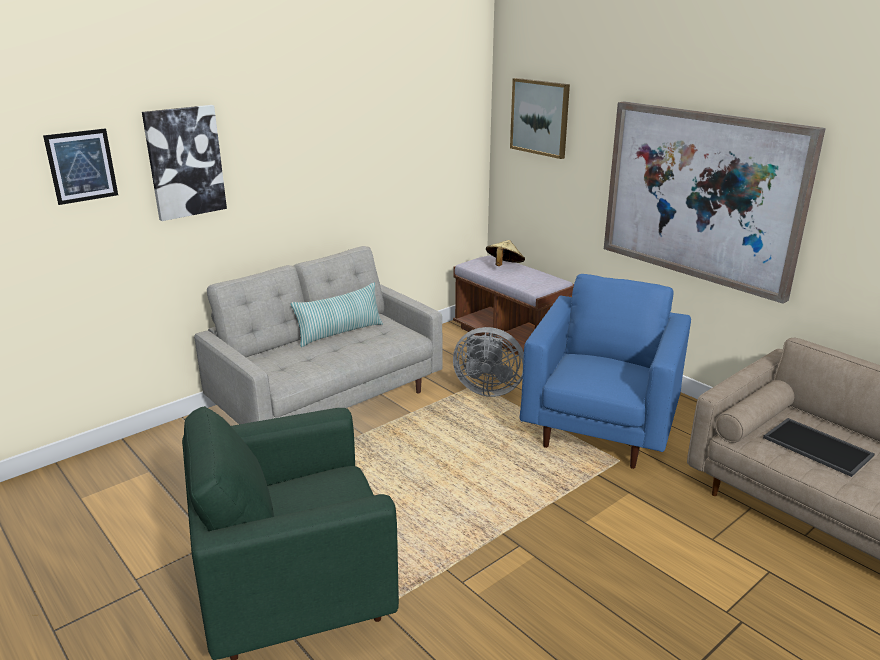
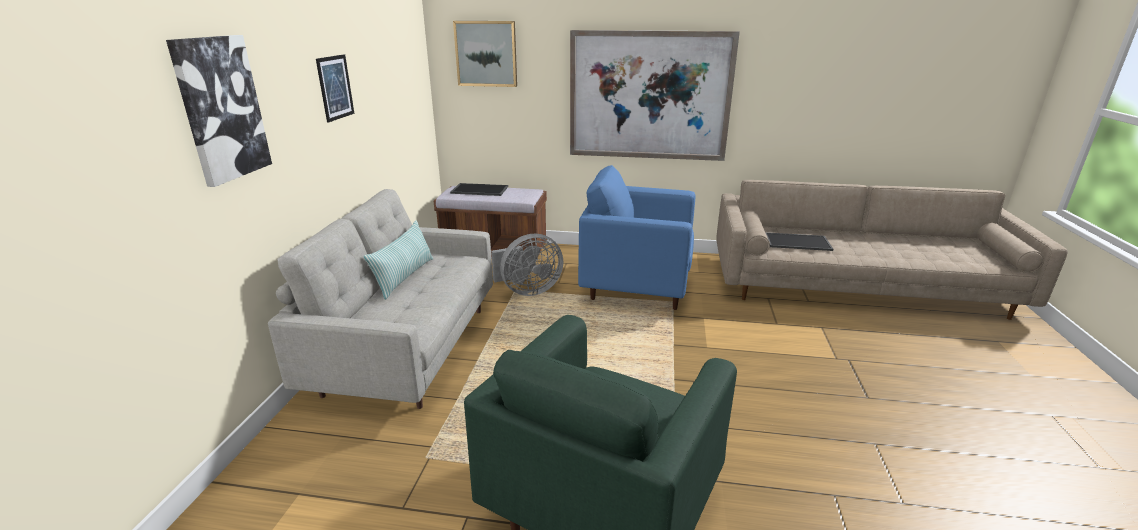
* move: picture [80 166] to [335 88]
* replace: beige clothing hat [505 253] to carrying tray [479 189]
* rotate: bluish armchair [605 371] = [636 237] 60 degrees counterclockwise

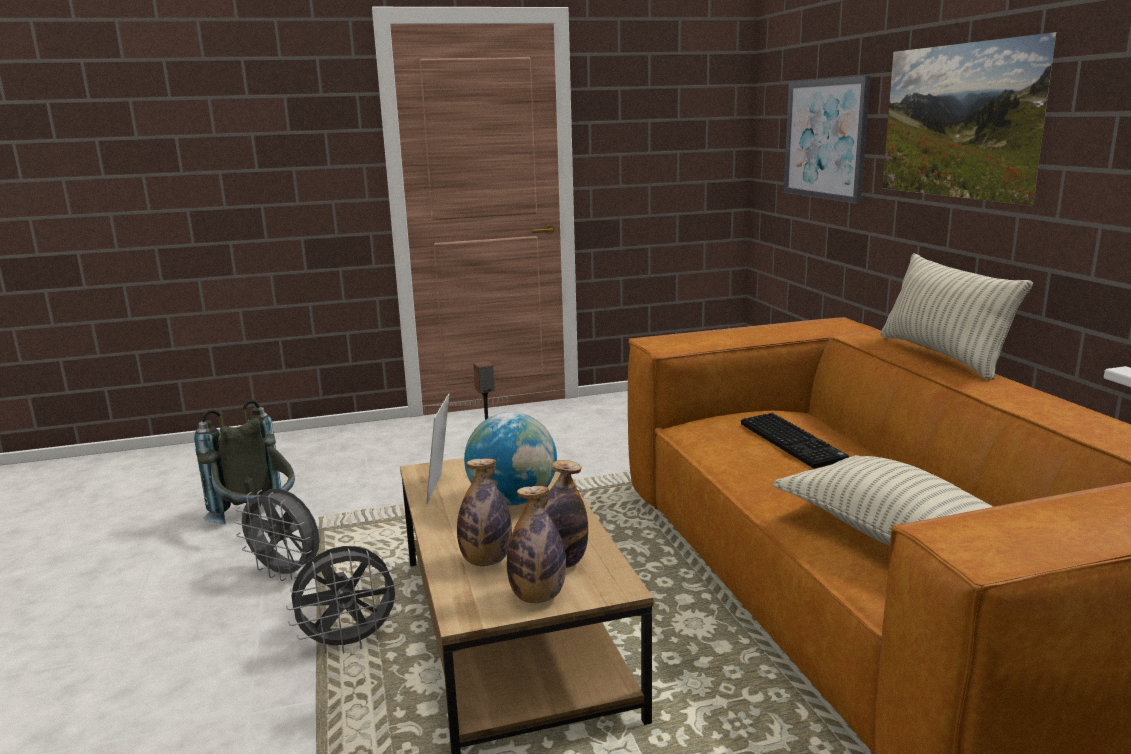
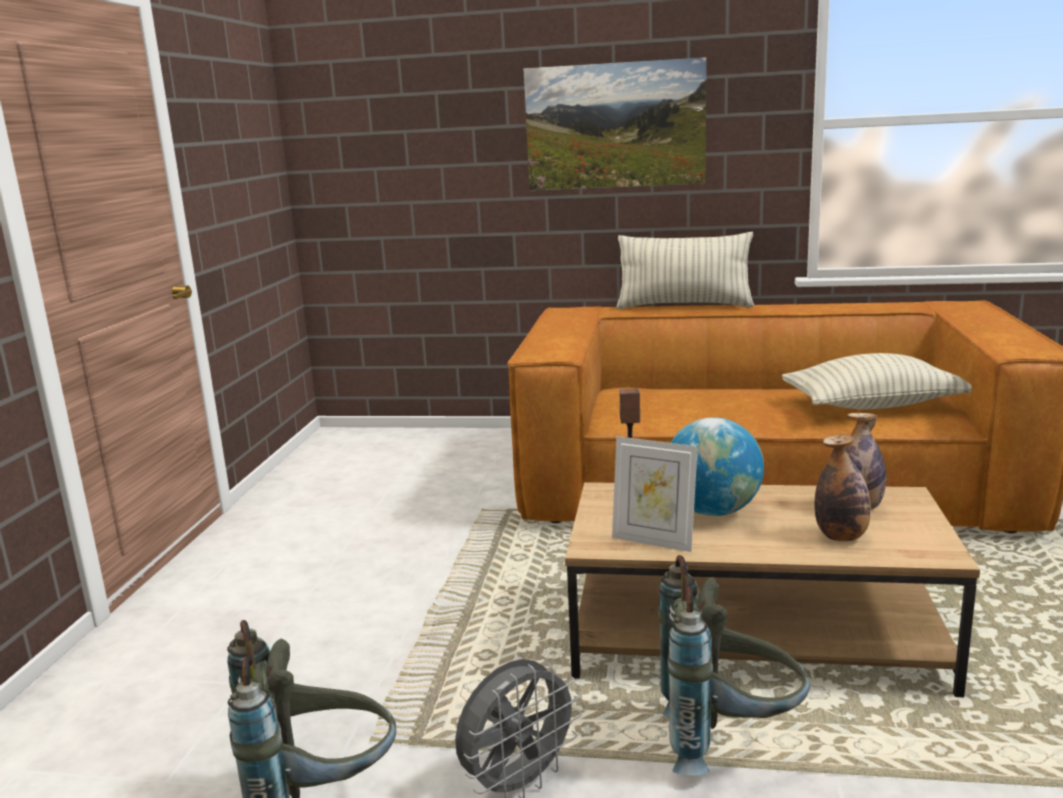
* replace: greyish electric fan [344 600] to greyish knapsack [734 665]
* delete: drink bottle [536 544]
* delete: PC keyboard [795 441]
* delete: picture [827 140]

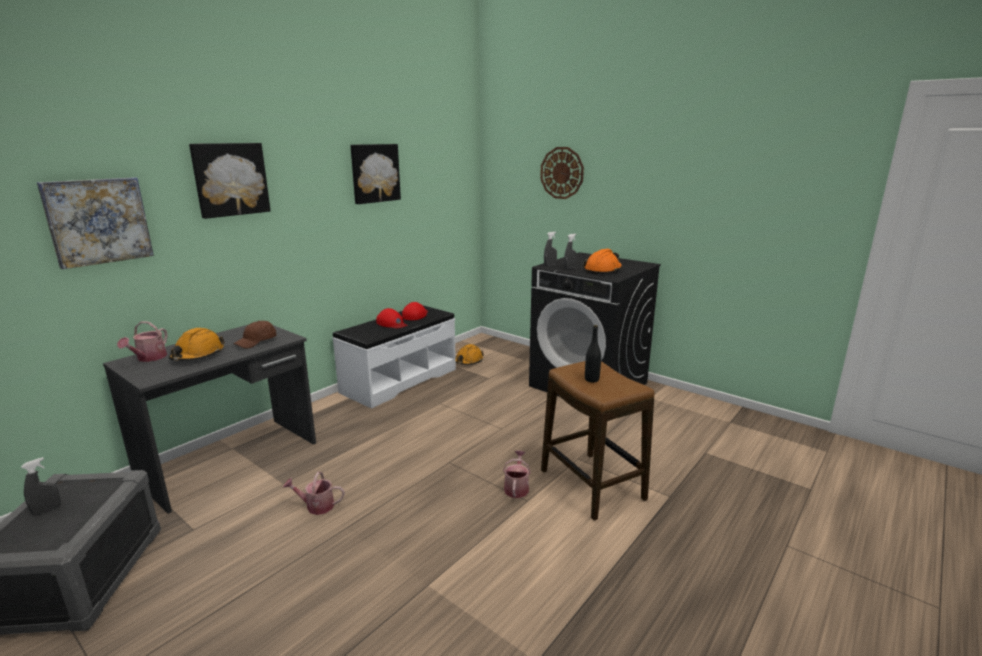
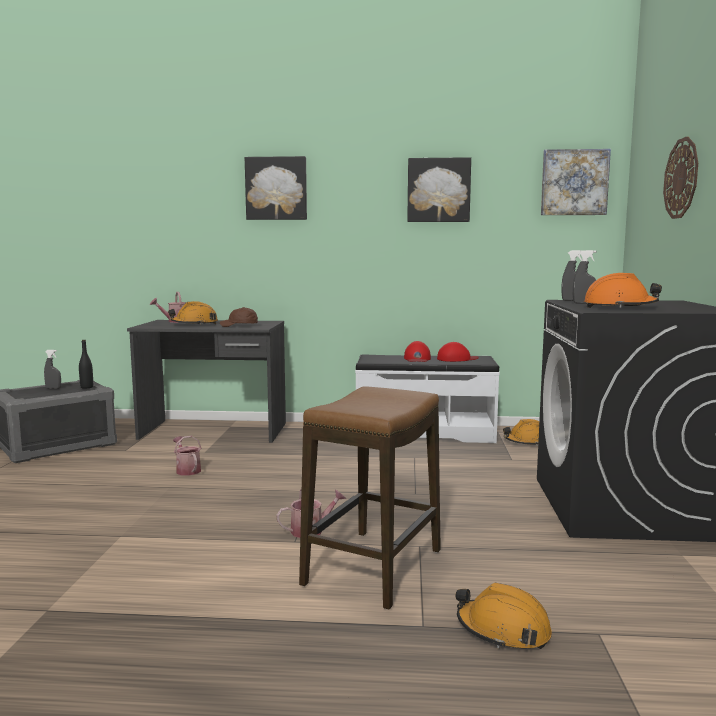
* move: black-coloured drink bottle [593 353] to [86 364]
* insert: orangey hard hat [504 616]
* move: picture [95 223] to [576 182]

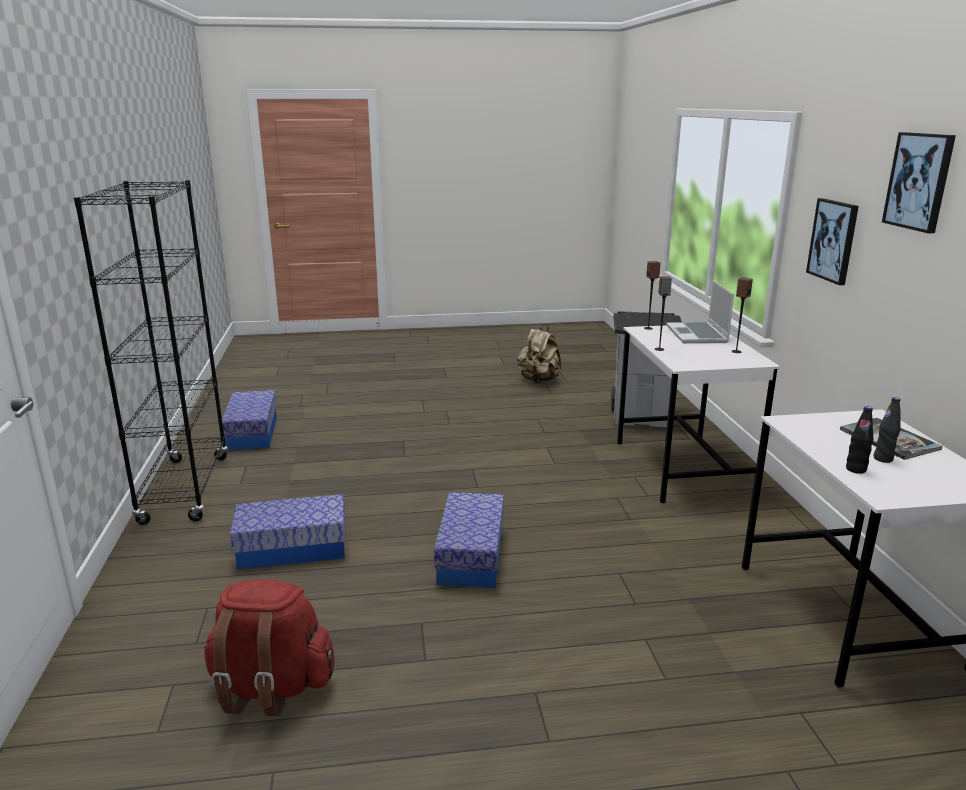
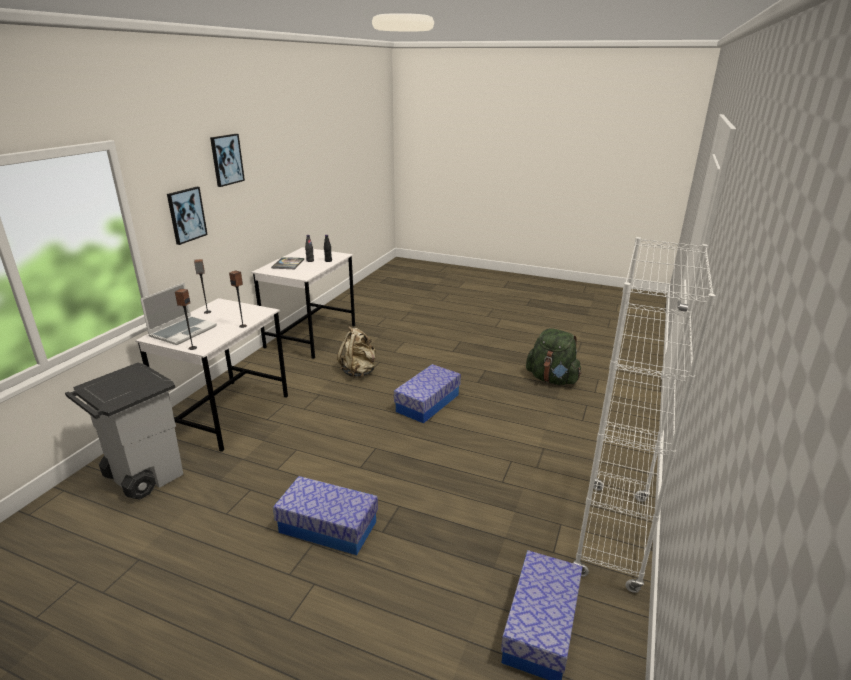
* move: storage box [287 532] to [325 515]
* move: beige knapsack [539 353] to [356 352]
* recolor: red knapsack [269 647] to greenish knapsack [553 356]
* recolor: black-coloured shelving unit [151 352] to white shelving unit [644 415]

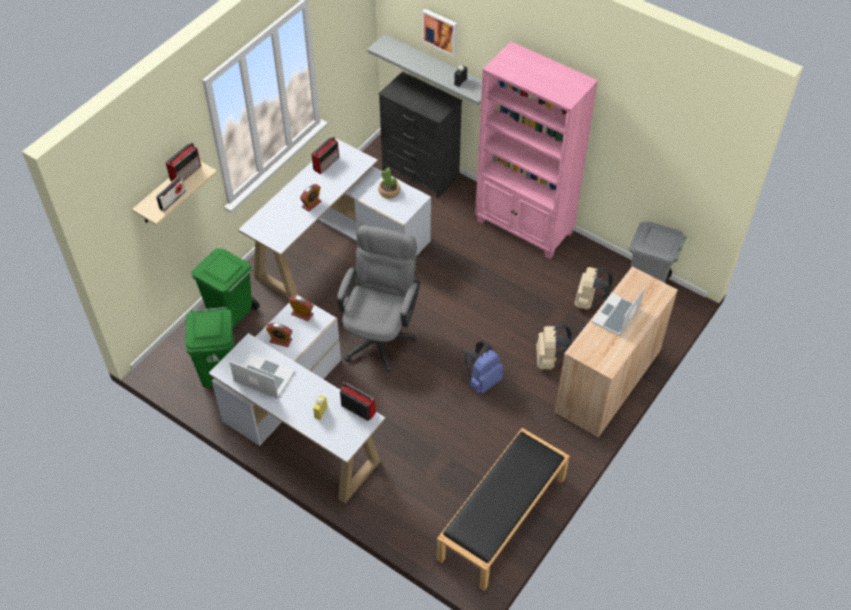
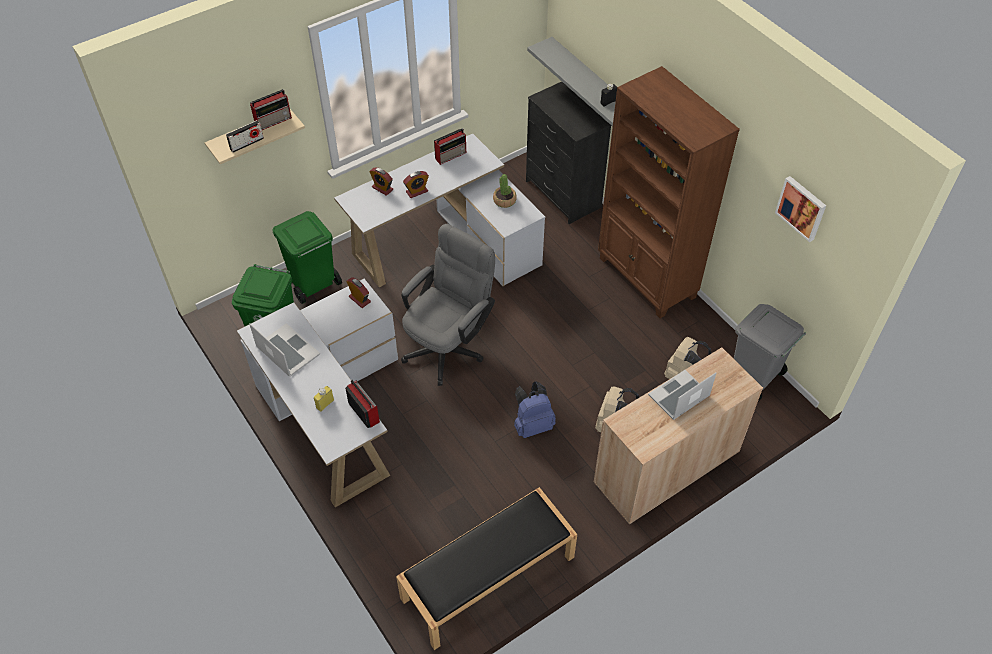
* move: alarm clock [279 335] to [381 181]
* recolor: pink-coloured shelving unit [536 150] to brownish shelving unit [669 192]
* move: picture [439 32] to [800 209]

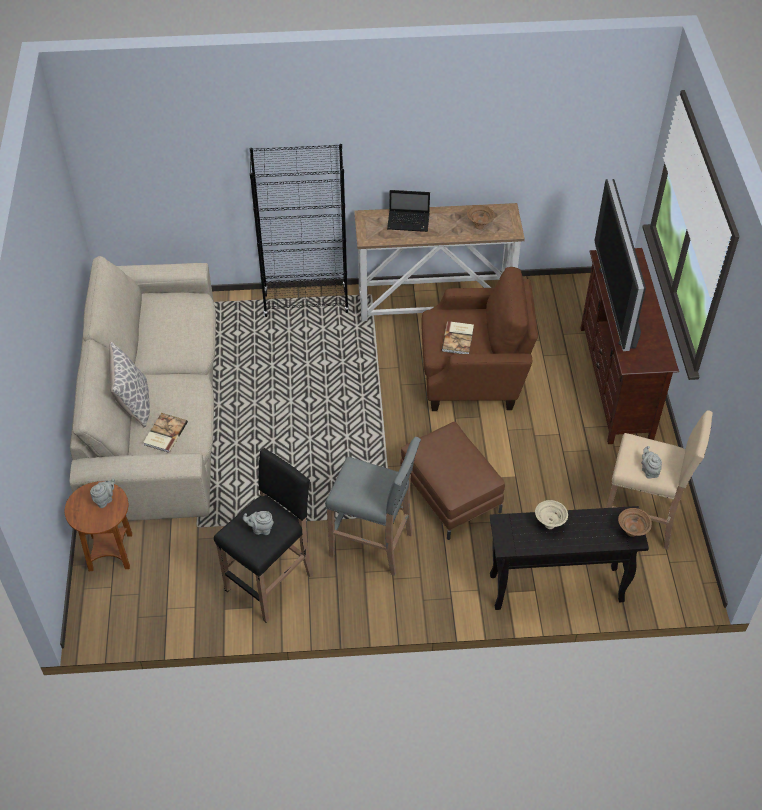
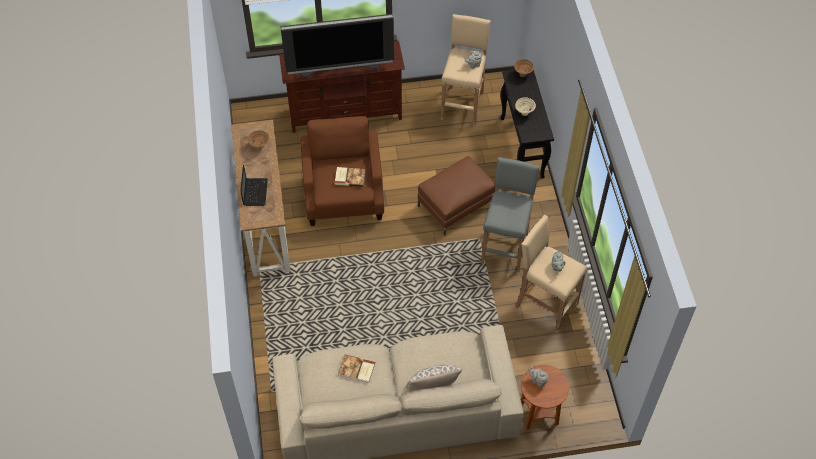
* move: volume [165 433] to [356 368]
* recolor: black-coloured stool [263 535] to beige stool [551 274]
* delete: black-coloured shelving unit [299 230]

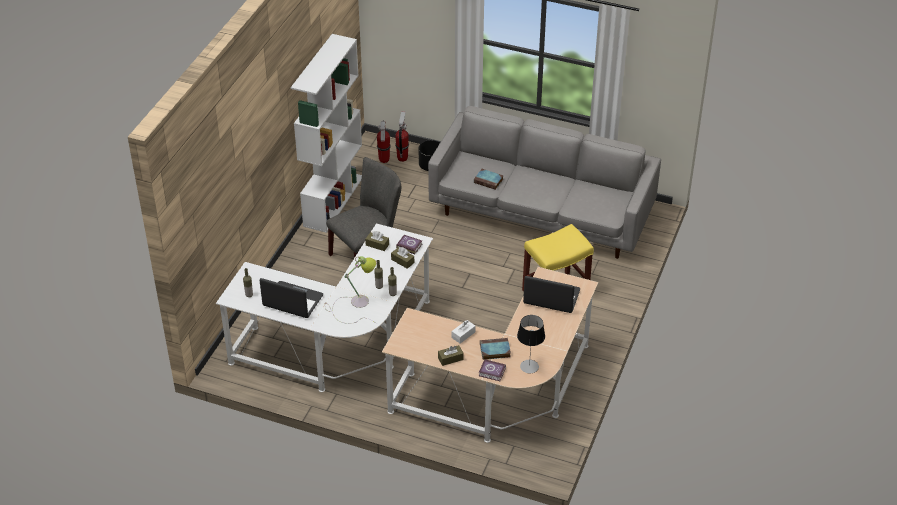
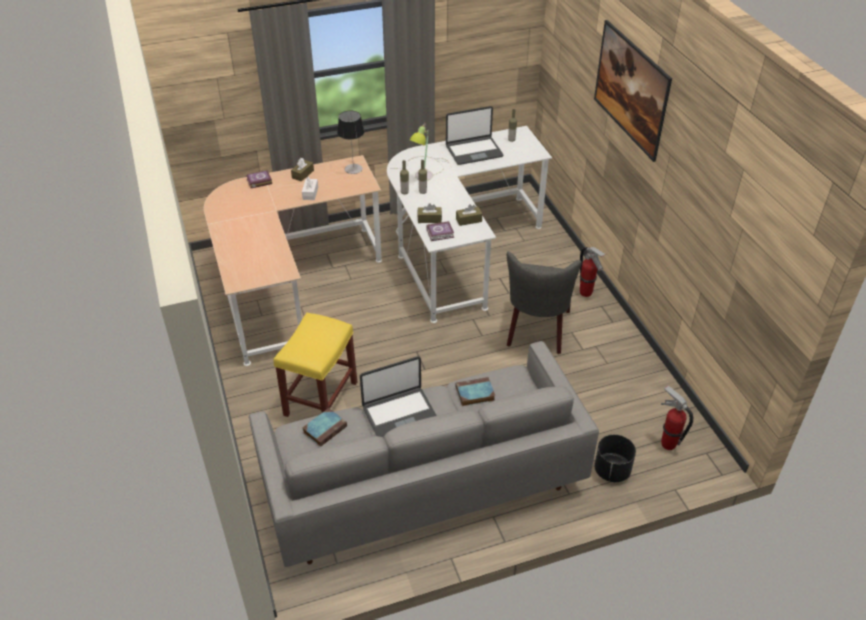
* move: volume [495 349] to [324 427]
* move: table lamp [531 344] to [350 142]
* move: notebook computer [551 294] to [398 396]
* move: fire extinguisher [402 136] to [593 272]
* insert: picture [633 91]
* delete: white shelving unit [326 133]

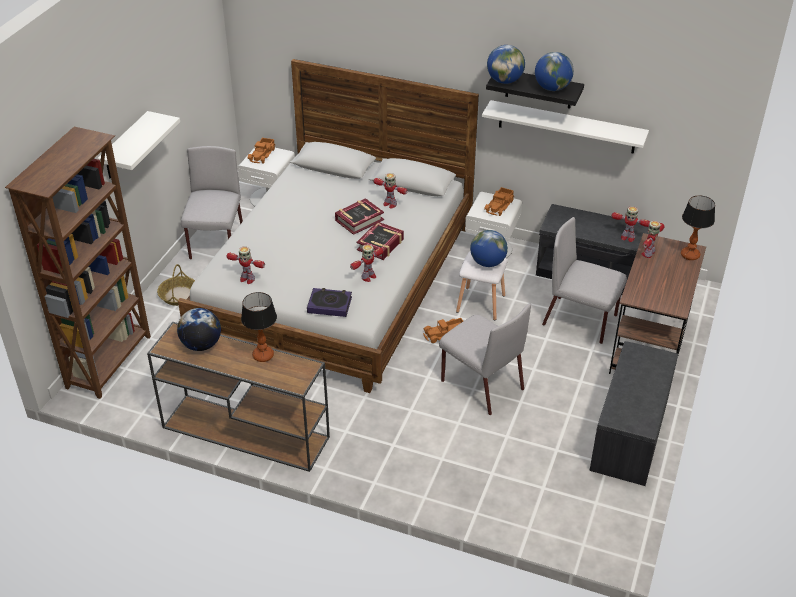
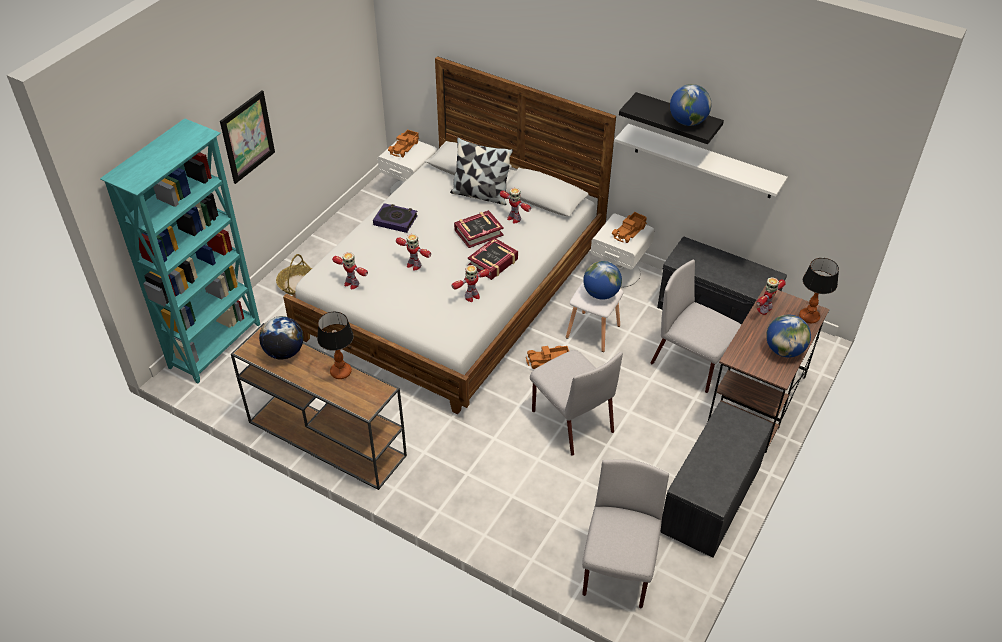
* recolor: brownish shelving unit [78 263] to blue-green shelving unit [180 250]
* replace: white wall shelf [138 144] to picture [247 137]
* move: volume [329 302] to [395 218]
* move: robot figure [630 224] to [413 252]
* insert: pillow [481 171]
* move: greyish upright chair [212 203] to [625 534]
* move: world globe [506 64] to [788 335]

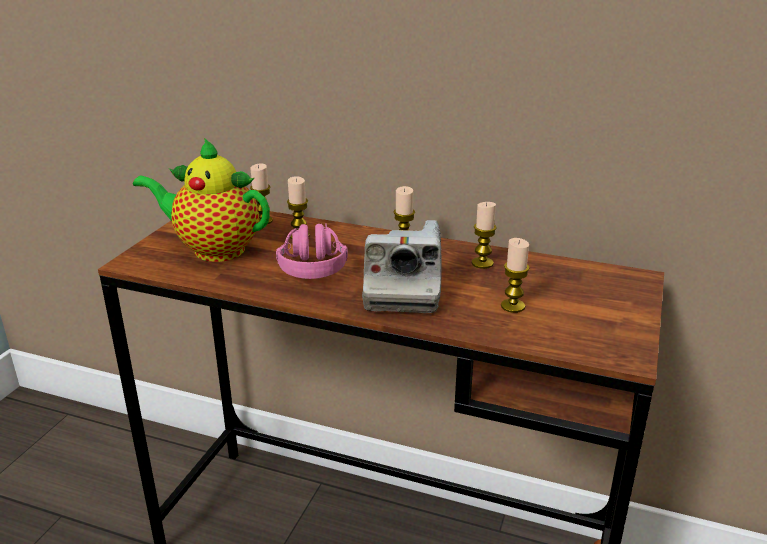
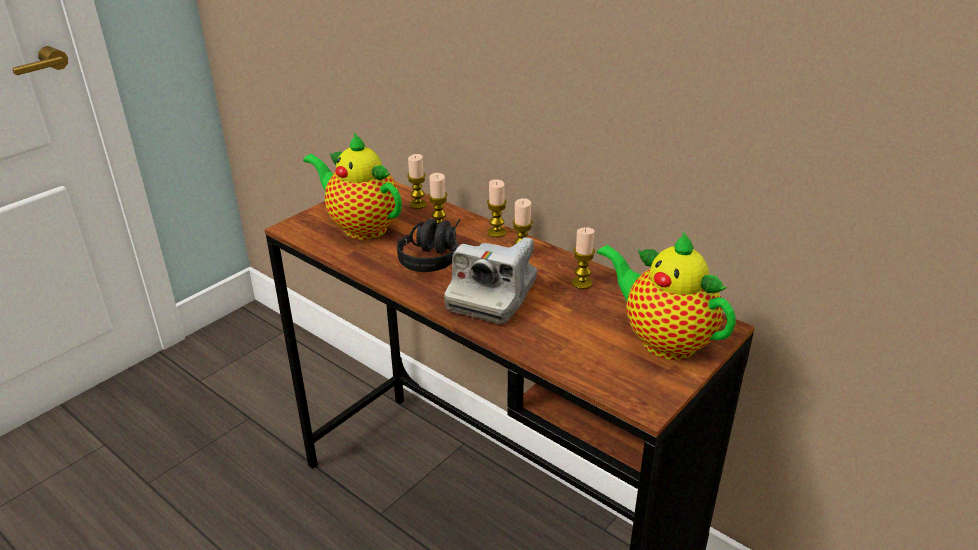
* recolor: pink-coloured headphones [312 251] to black-coloured headphones [428 245]
* move: candle [515 275] to [497 208]
* insert: pot for tea [666 295]

